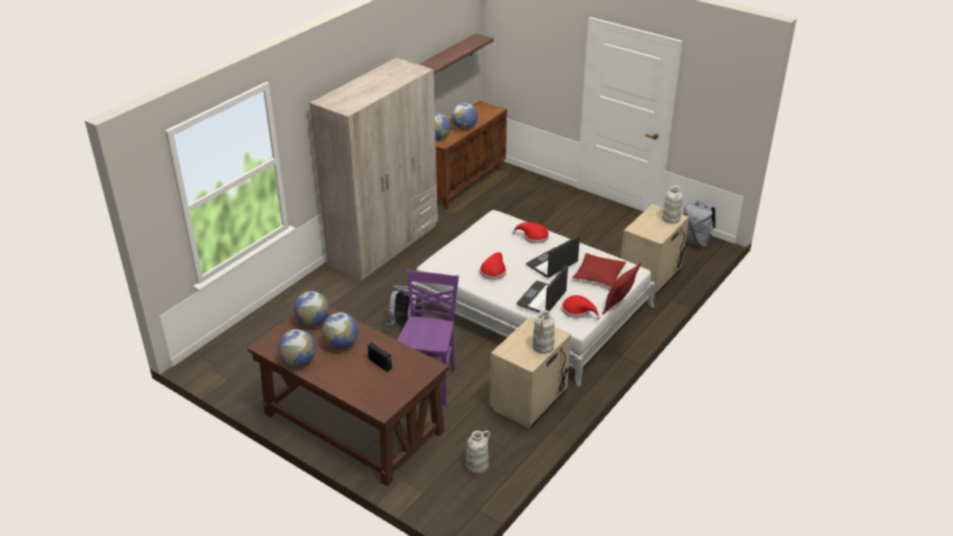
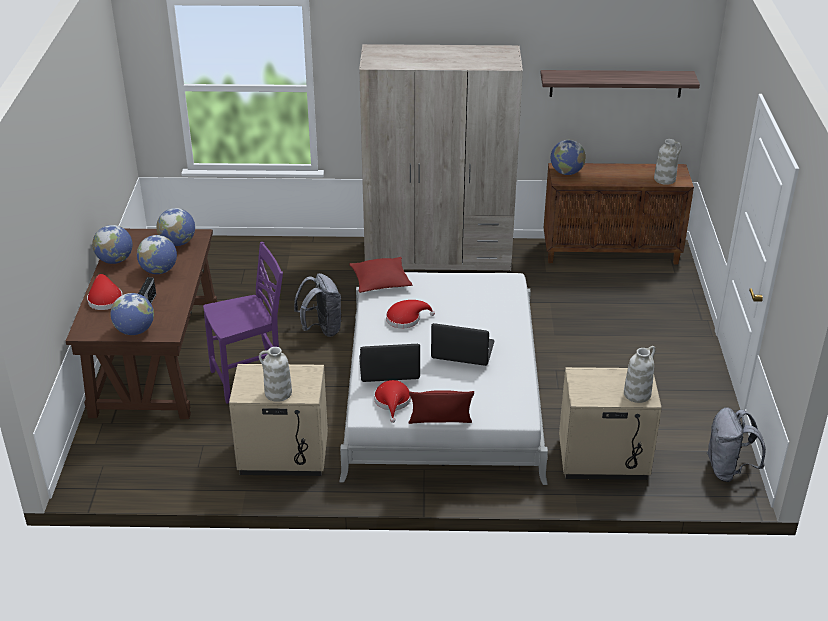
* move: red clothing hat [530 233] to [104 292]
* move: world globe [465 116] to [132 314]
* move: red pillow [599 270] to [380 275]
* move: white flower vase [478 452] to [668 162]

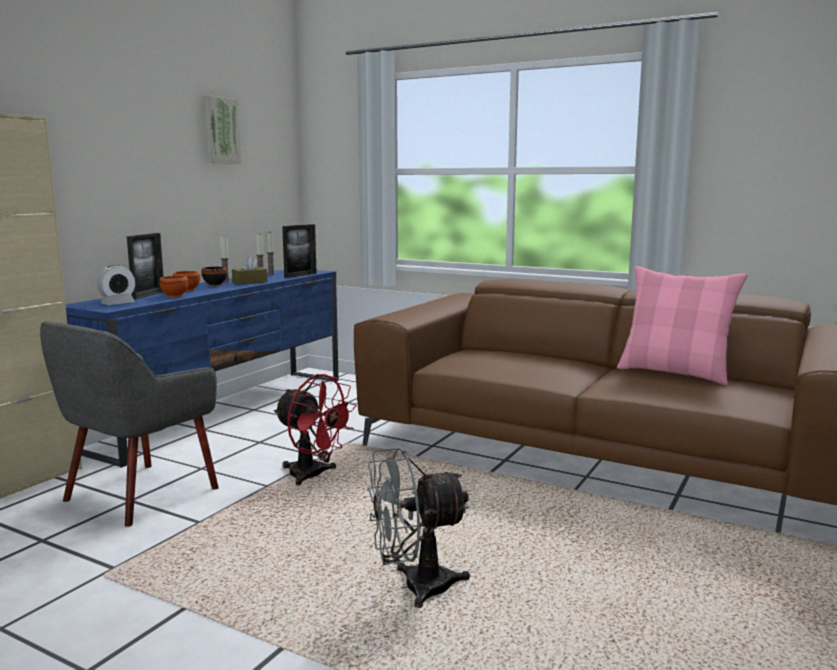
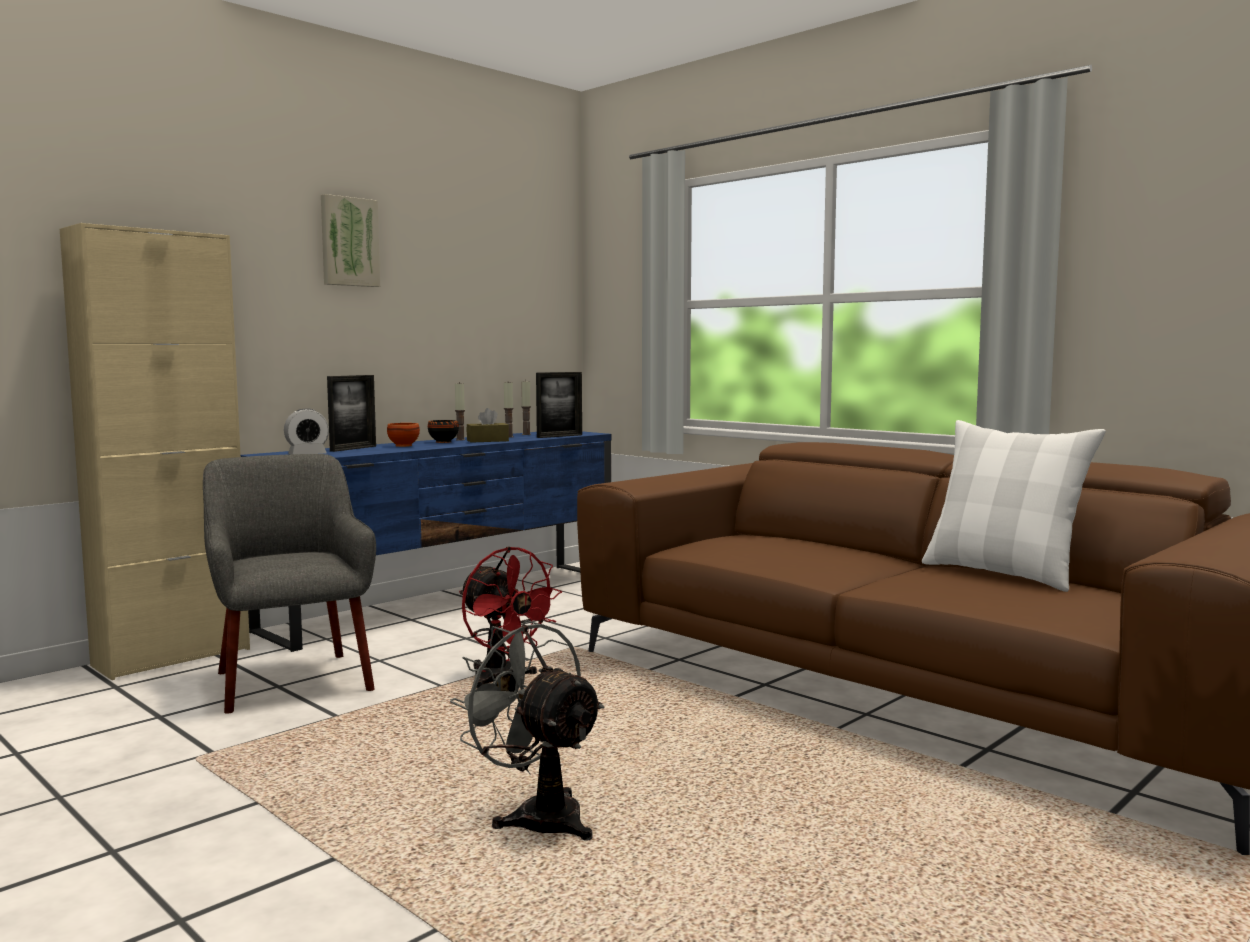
* rotate: greyish armchair [129 424] = [289 584] 105 degrees clockwise
* move: picture [222 129] to [350 240]
* rotate: greyish electric fan [418 528] = [527 730] 45 degrees clockwise
* recolor: pink-coloured pillow [682 325] to white pillow [1014 506]
* delete: brownish bowl [173 286]

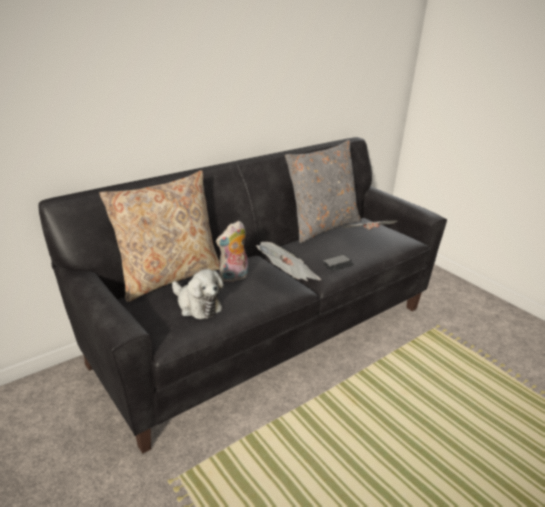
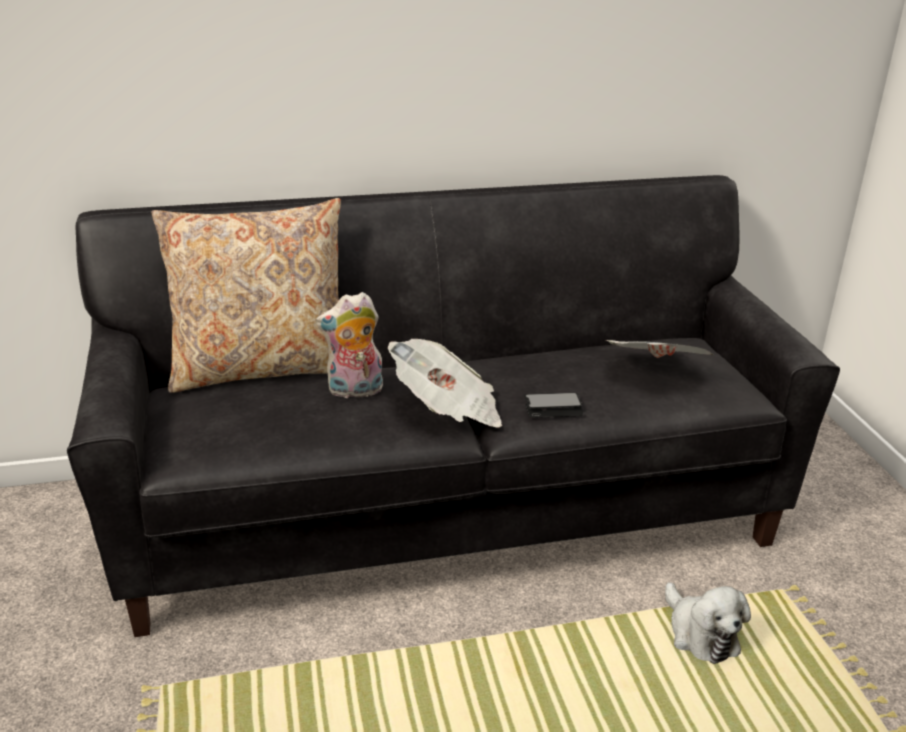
* move: soft toy [197 294] to [708 623]
* delete: greyish pillow [323 191]

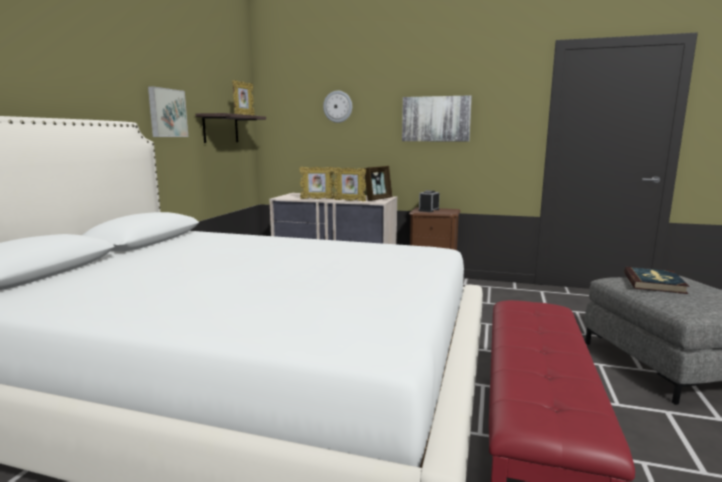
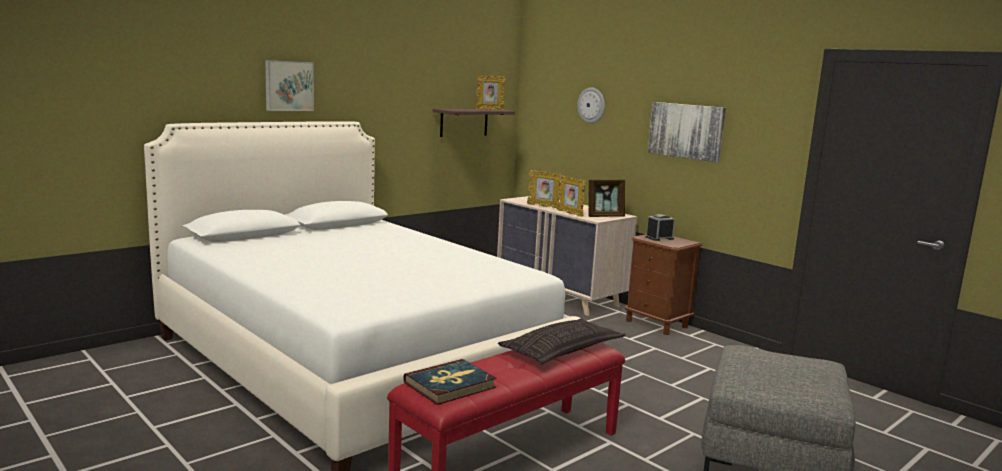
* move: picture [168 111] to [289 85]
* move: volume [656 280] to [450 382]
* insert: pillow [561 341]

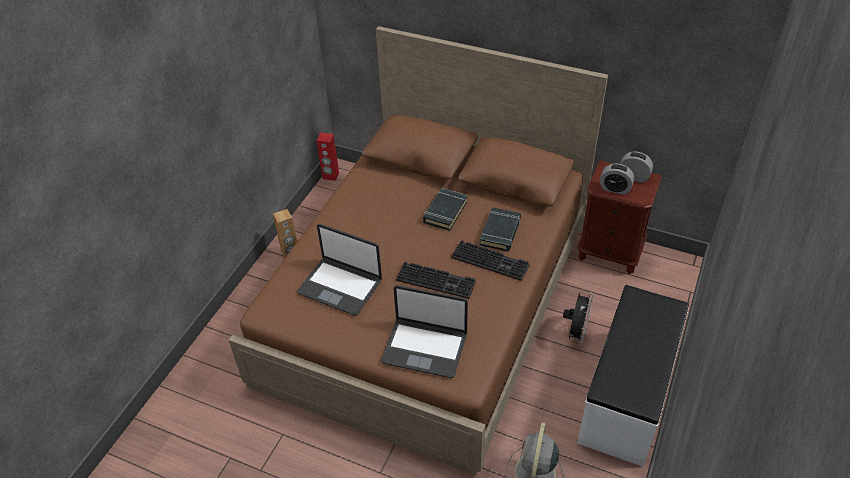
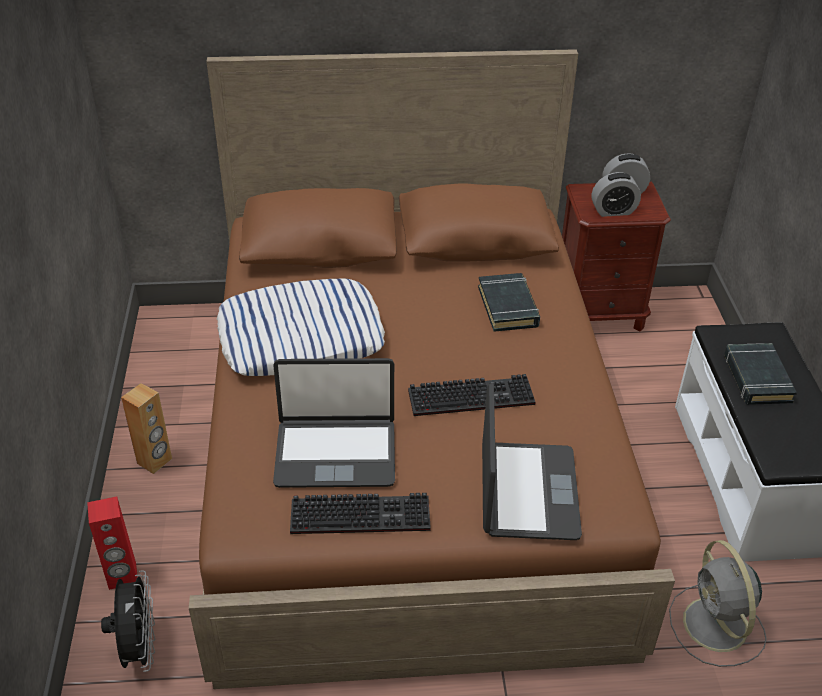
* move: red speaker [328 157] to [112 543]
* move: black-coloured electric fan [578 318] to [128 621]
* insert: pillow [301 327]
* move: PC keyboard [490 260] to [360 513]
* rotate: notebook computer [424 331] = [532 461] 75 degrees counterclockwise
* move: black-coloured volume [445 209] to [760 374]

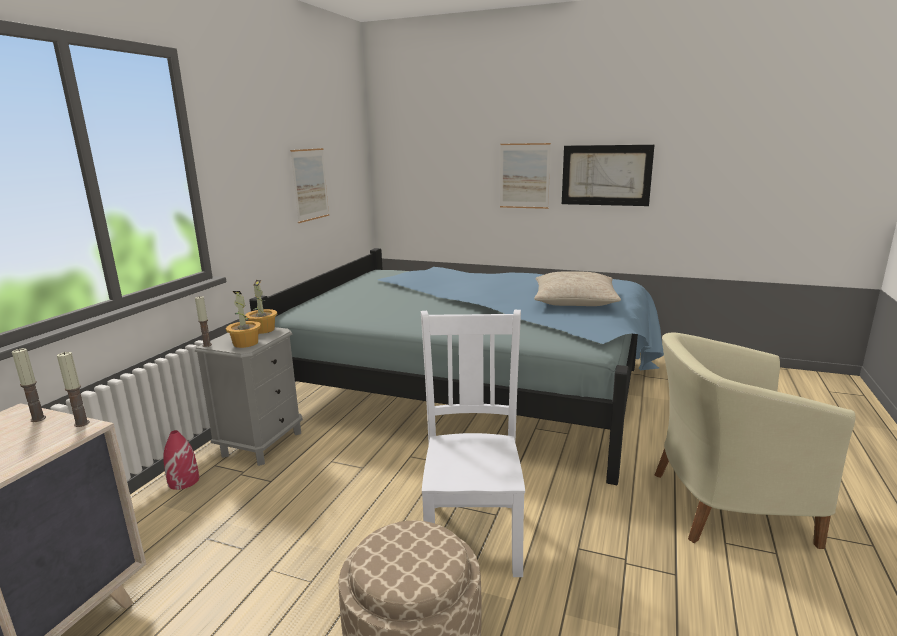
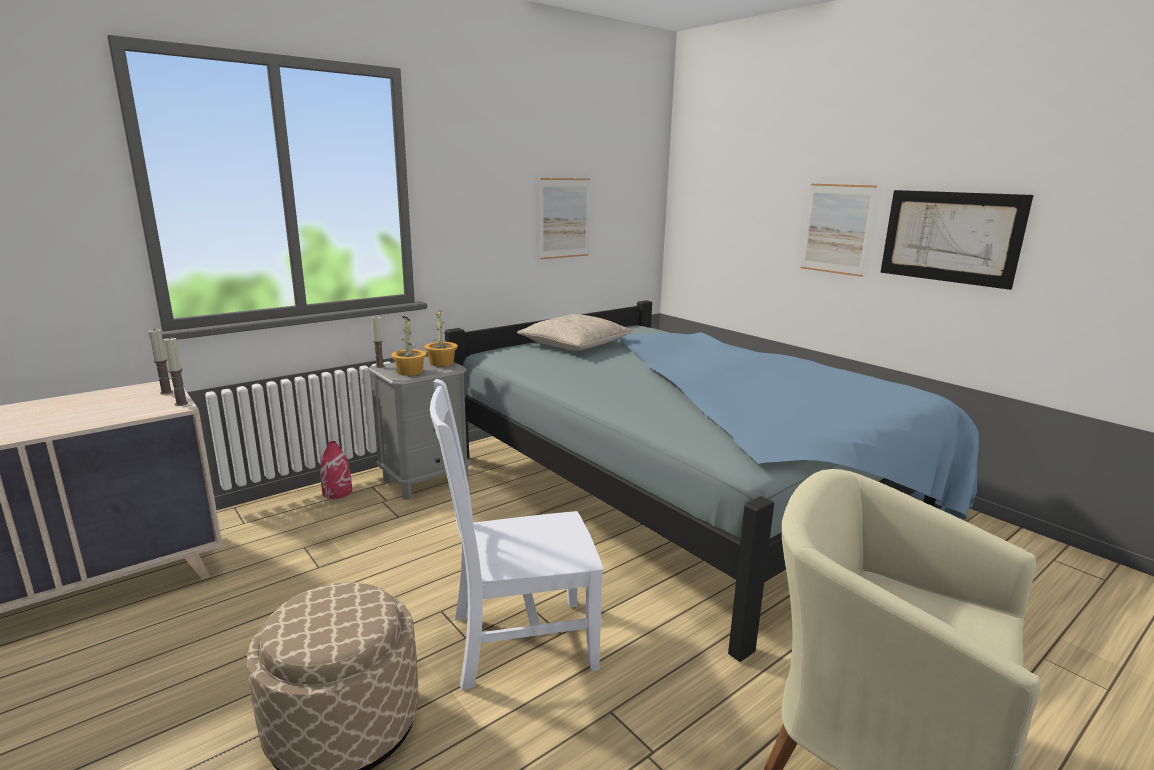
* rotate: white upright chair [473 443] = [517 535] 135 degrees counterclockwise
* move: beige pillow [577 288] to [575 332]

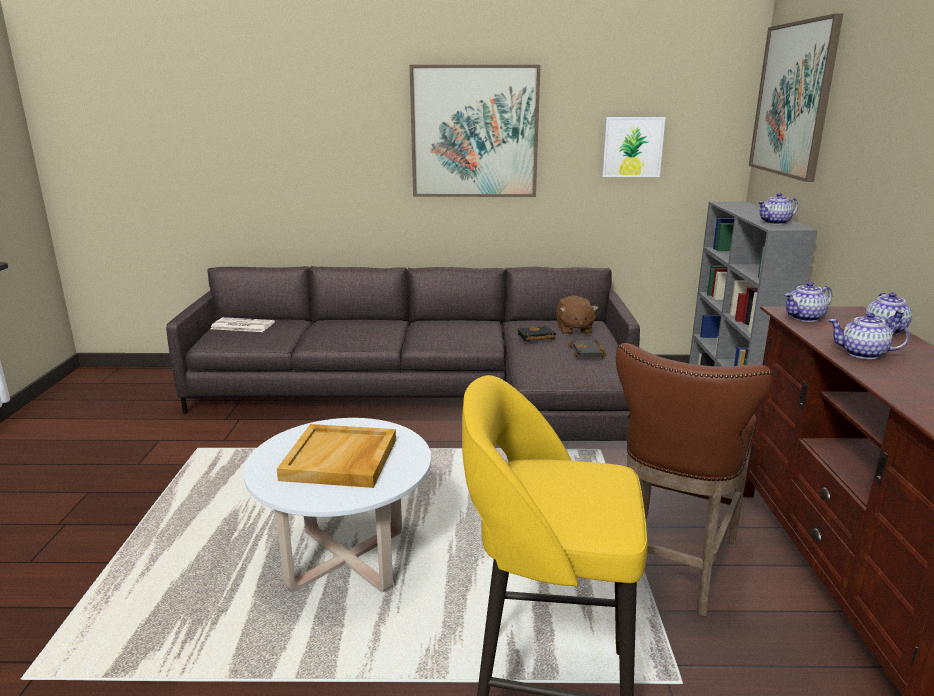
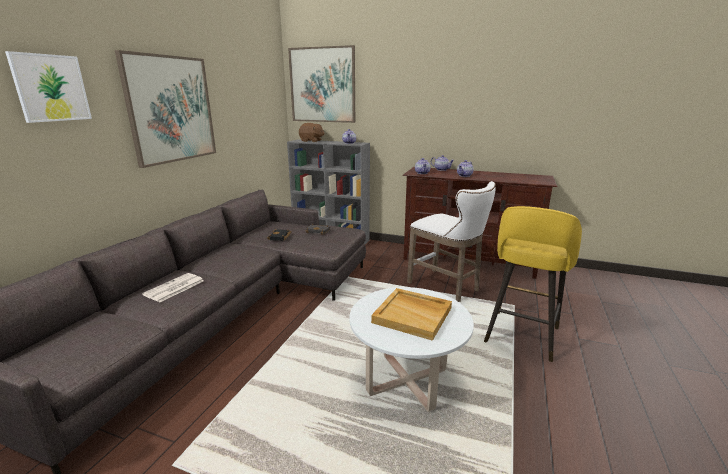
* move: picture [633 147] to [48 87]
* move: daily paper [243 324] to [173 287]
* move: brownish soft toy [577 315] to [312 132]
* recolor: brownish stool [694 479] to white stool [451 241]

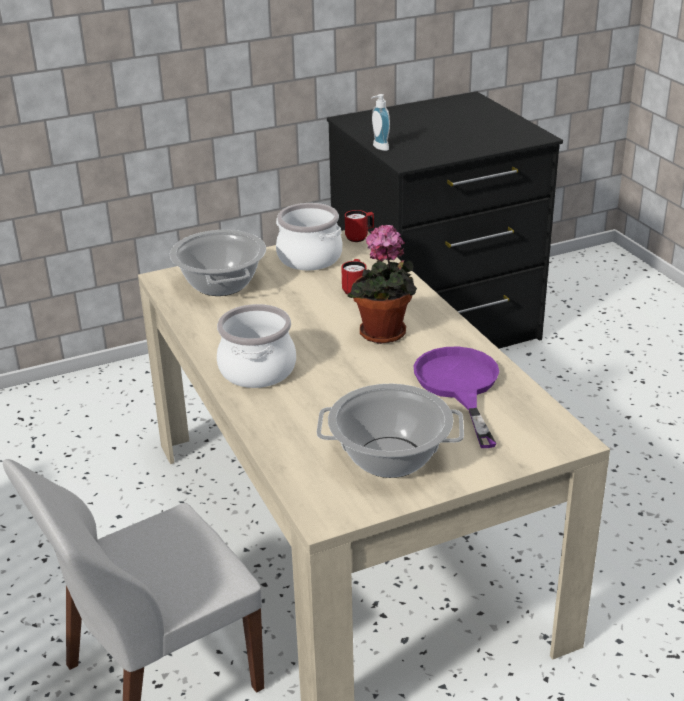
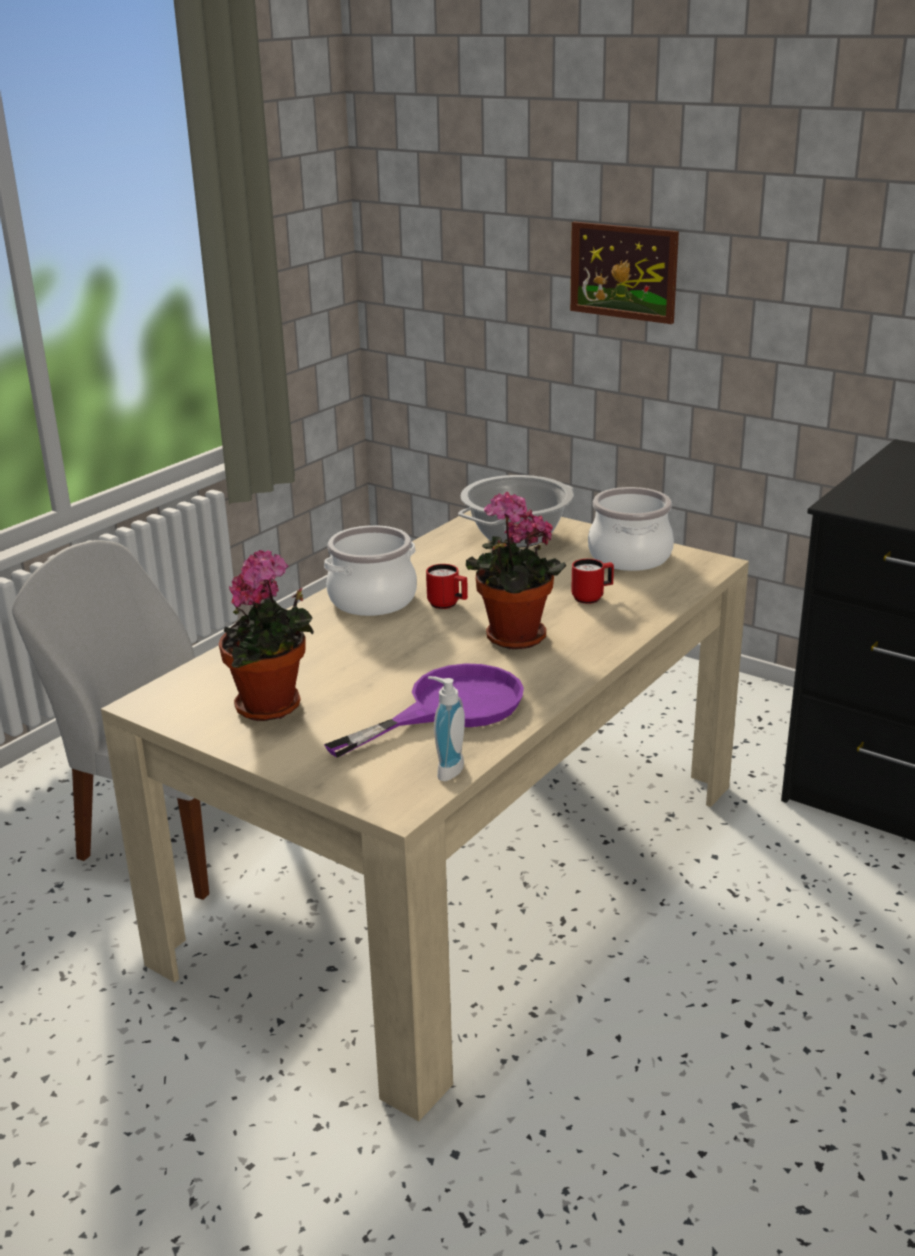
* replace: saucepot [390 431] to houseplant [266 635]
* move: red coffee mug [359 226] to [447 586]
* move: liquid soap bottle [380 122] to [446 728]
* insert: picture [624 272]

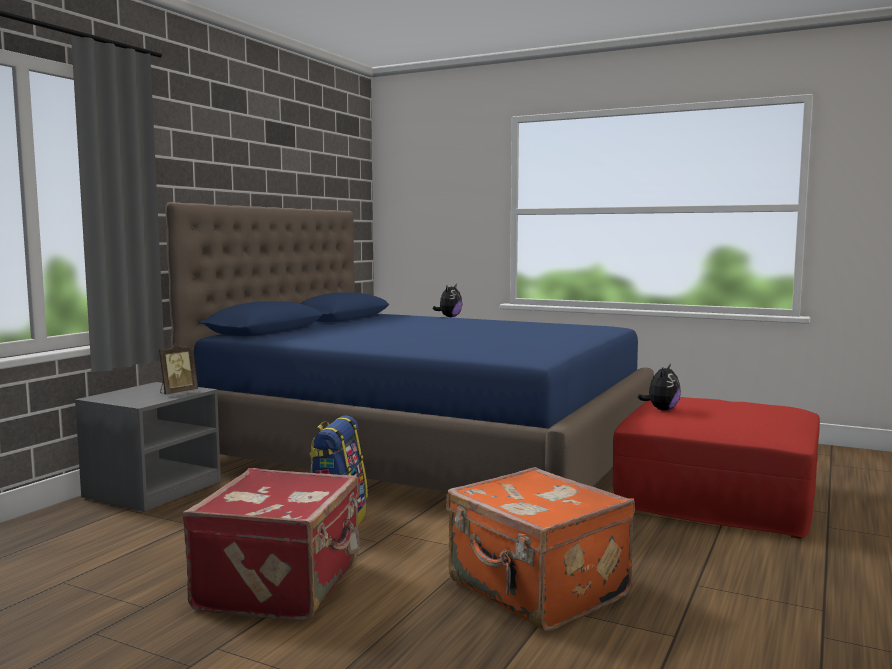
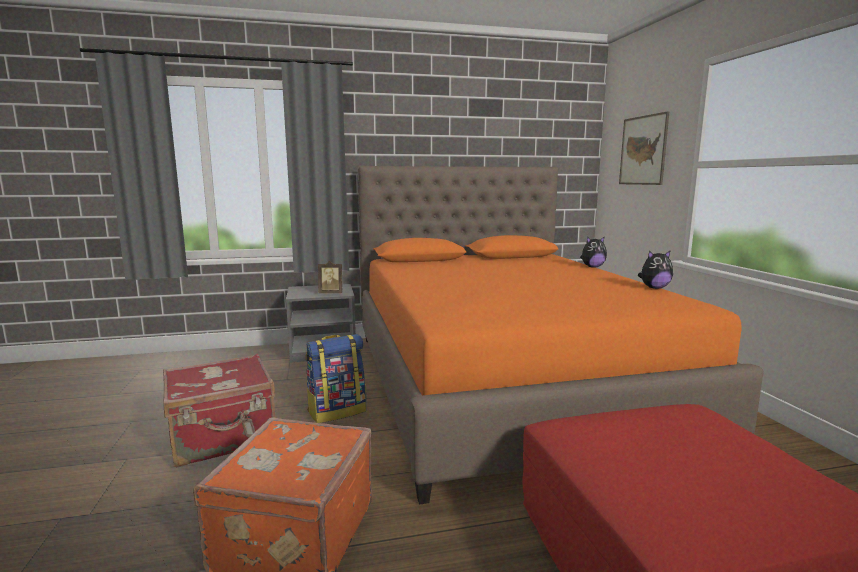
* recolor: bluish bed [409 347] to orangey bed [561 335]
* insert: picture [644 148]
* move: soft toy [659 387] to [655 269]

